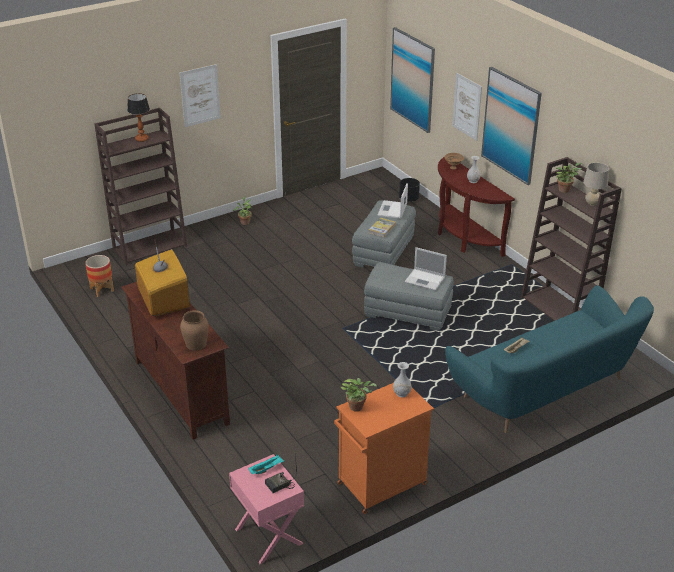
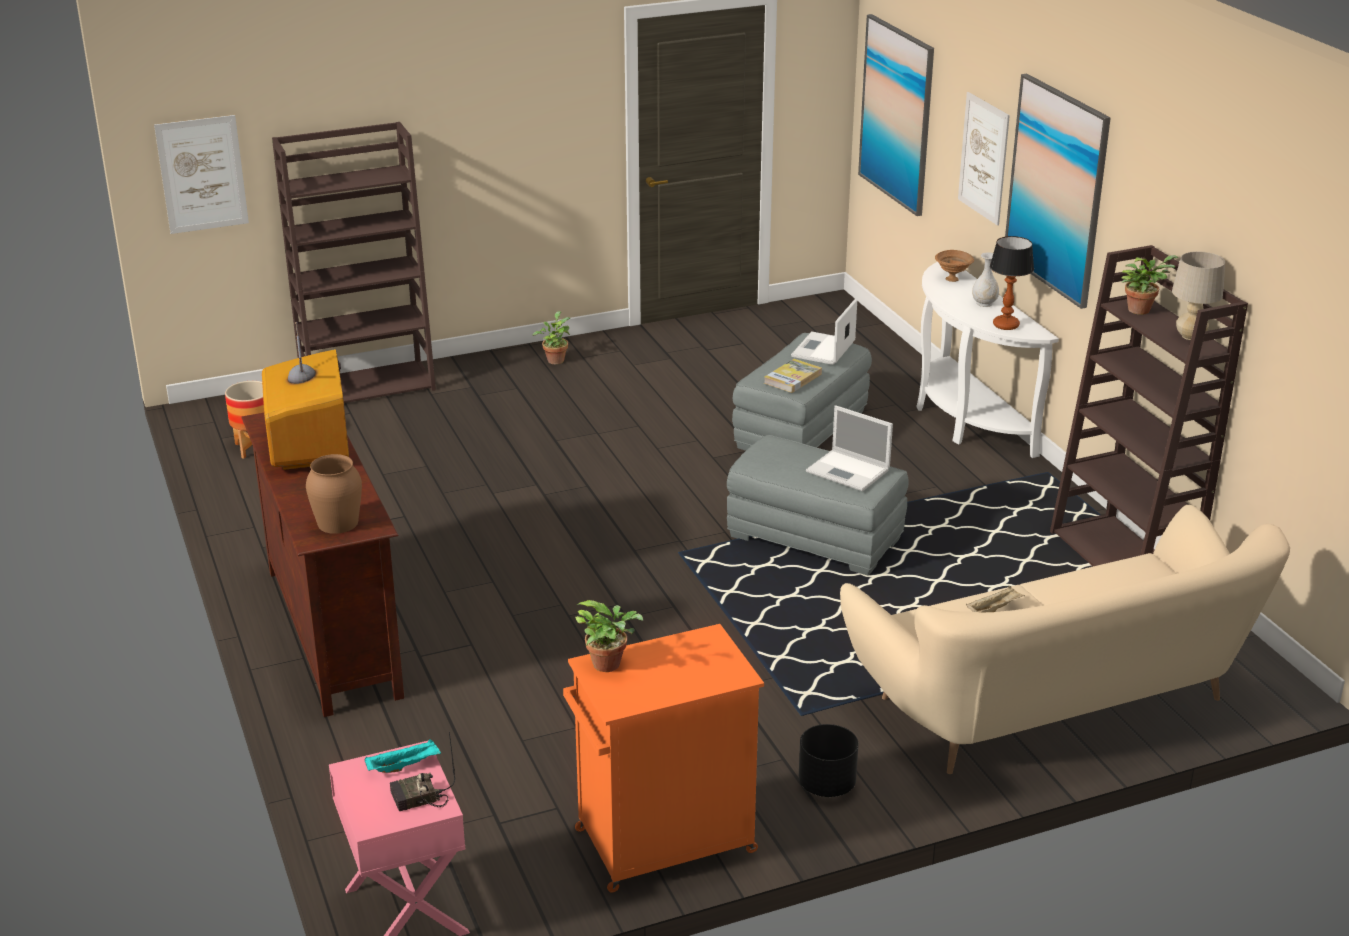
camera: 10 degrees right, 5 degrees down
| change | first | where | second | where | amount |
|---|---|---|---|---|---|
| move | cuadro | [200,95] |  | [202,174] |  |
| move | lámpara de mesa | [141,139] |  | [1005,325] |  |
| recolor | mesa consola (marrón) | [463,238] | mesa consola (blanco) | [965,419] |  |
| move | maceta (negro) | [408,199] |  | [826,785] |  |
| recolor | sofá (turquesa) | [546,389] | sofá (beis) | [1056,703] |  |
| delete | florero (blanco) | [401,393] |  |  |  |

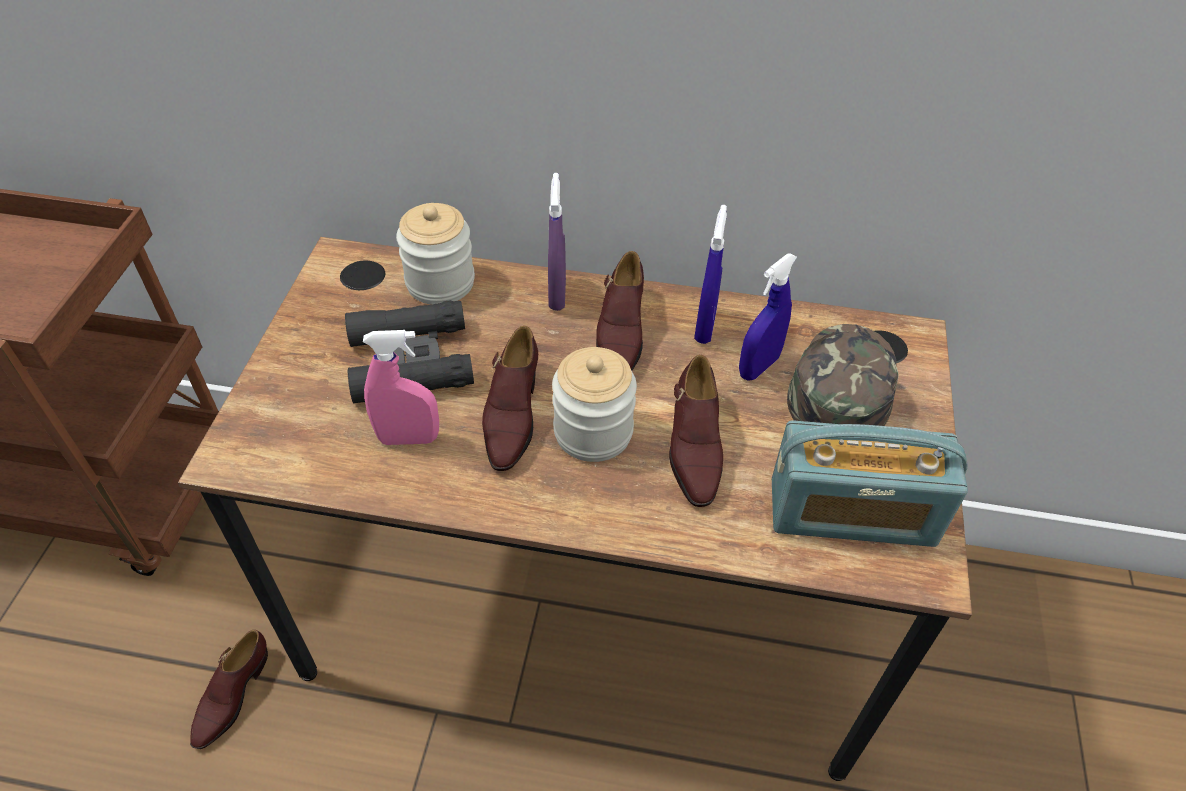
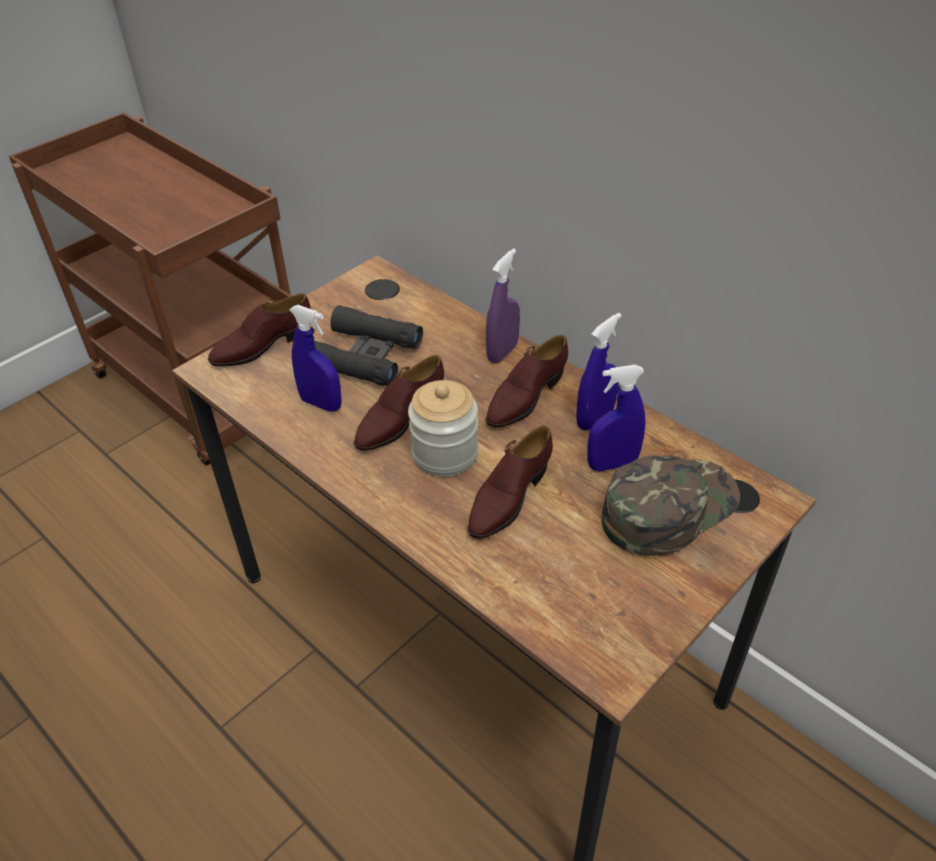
camera: 35 degrees right, 5 degrees down
| change | first | where | second | where | amount |
|---|---|---|---|---|---|
| delete | tarro | [440,282] |  |  |  |
| recolor | pulverizador (rosa) | [409,438] | pulverizador (azul) | [321,403] |  |
| delete | radio | [852,513] |  |  |  |
| move | zapato (marrón) | [231,696] |  | [262,345] |  |

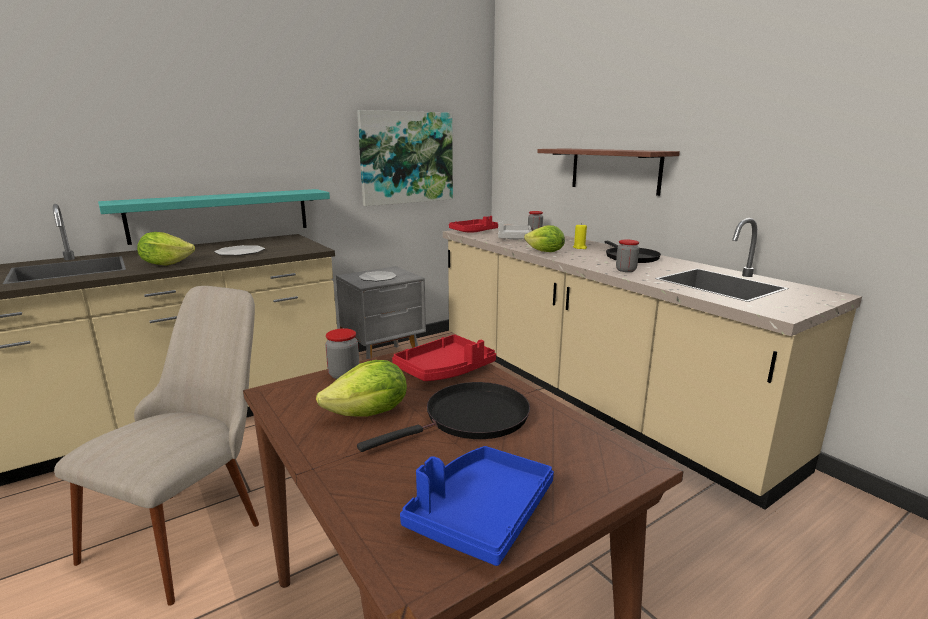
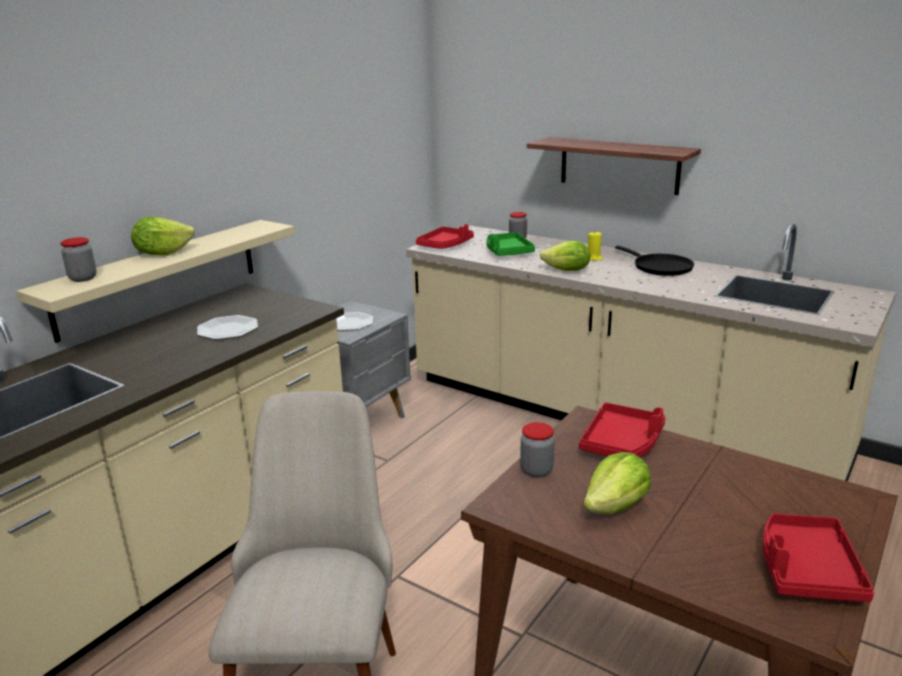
camera: 20 degrees left, 5 degrees up
| change | first | where | second | where | amount |
|---|---|---|---|---|---|
| delete | cuadro | [406,158] |  |  |  |
| recolor | estante (turquesa) | [221,215] | estante (beis) | [159,277] |  |
| recolor | bandeja (gris) | [514,238] | bandeja (verde) | [507,252] |  |
| move | lechuga | [166,264] |  | [162,253] |  |
| move | tarro | [626,270] |  | [83,278] |  |
| delete | sartén (negro) | [471,419] |  |  |  |
| recolor | bandeja (azul) | [480,514] | bandeja (rojo) | [806,569] |  |

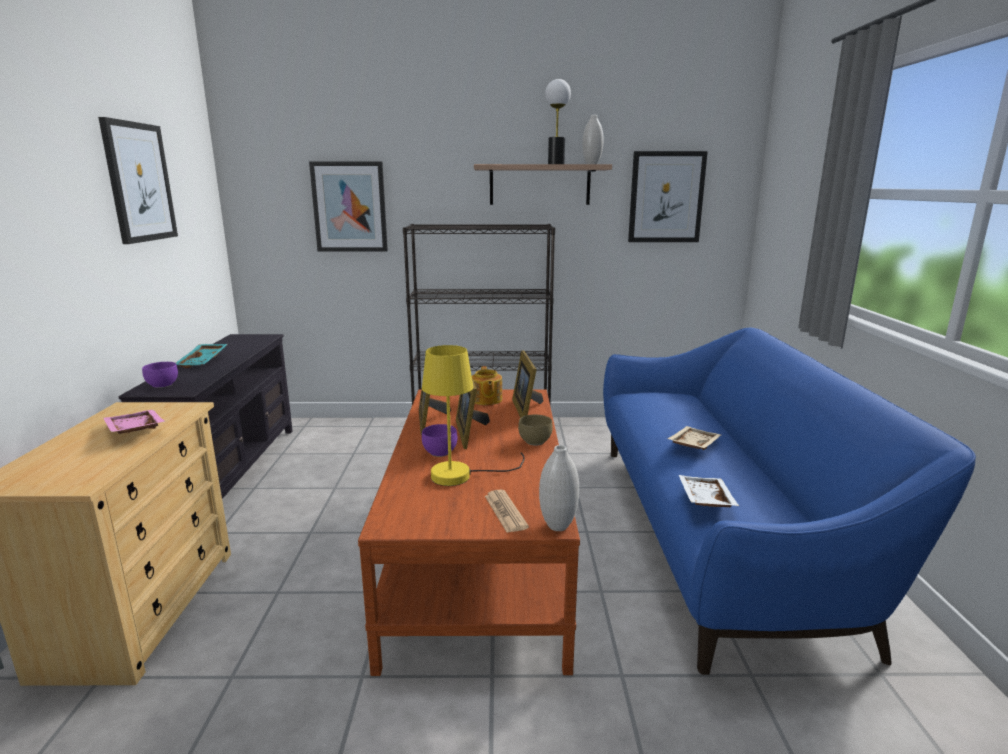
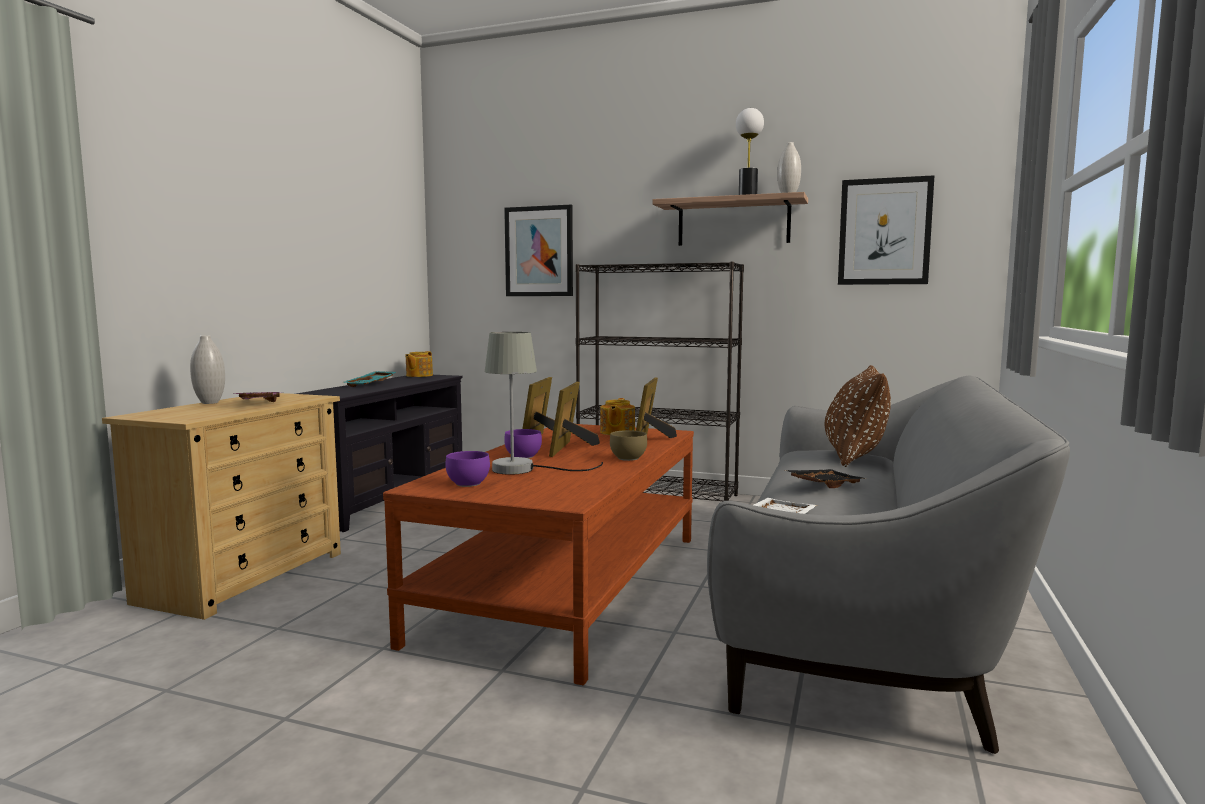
camera: 20 degrees right, 10 degrees down
| change | first | where | second | where | amount |
|---|---|---|---|---|---|
| delete | cuadro | [139,182] |  |  |  |
| recolor | sofá (azul) | [718,533] | sofá (gris) | [866,609] |  |
| recolor | lámpara de mesa (amarillo) | [462,474] | lámpara de mesa (gris) | [526,469] |  |
| move | cuenco (morado) | [161,385] |  | [467,483] |  |
| recolor | bandeja (beis) | [692,445] | bandeja (negro) | [823,485] |  |
| move | florero (blanco) | [558,526] |  | [210,403] |  |
| delete | periódico | [505,511] |  |  |  |
| insert |  |  | tetera | [418,375] |  |
| insert |  |  | cojín (marrón) | [854,457] |  |

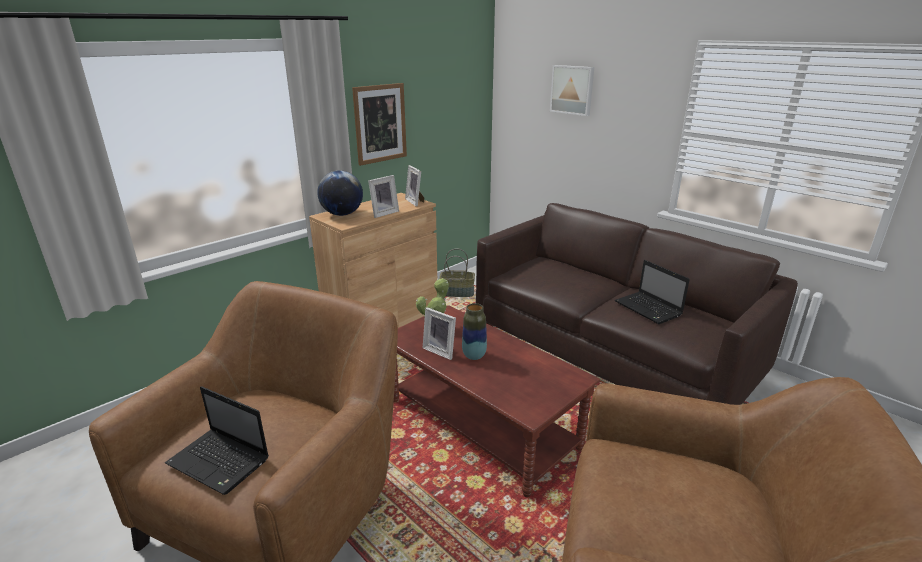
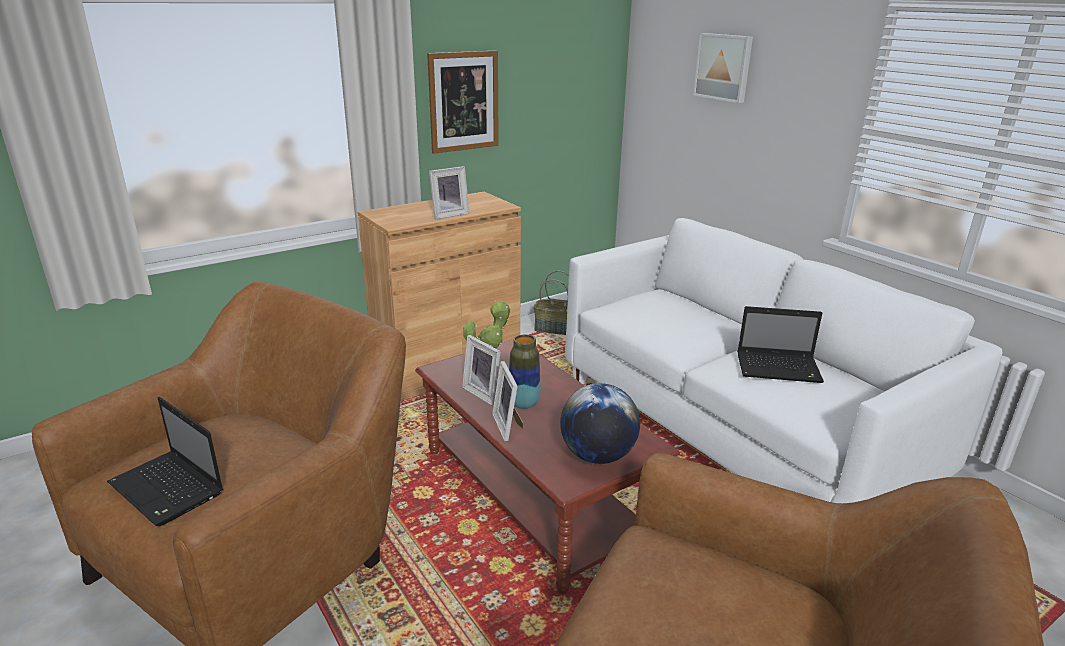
camera: 10 degrees right, 0 degrees up
| change | first | where | second | where | amount |
|---|---|---|---|---|---|
| move | portarretratos | [416,202] |  | [509,426] |  |
| move | globo terráqueo | [342,214] |  | [597,456] |  |
| recolor | sofá (marrón) | [610,355] | sofá (blanco) | [736,429] |  |
| rotate | portátil | [649,309] |  | [780,368] | 60 degrees counterclockwise |

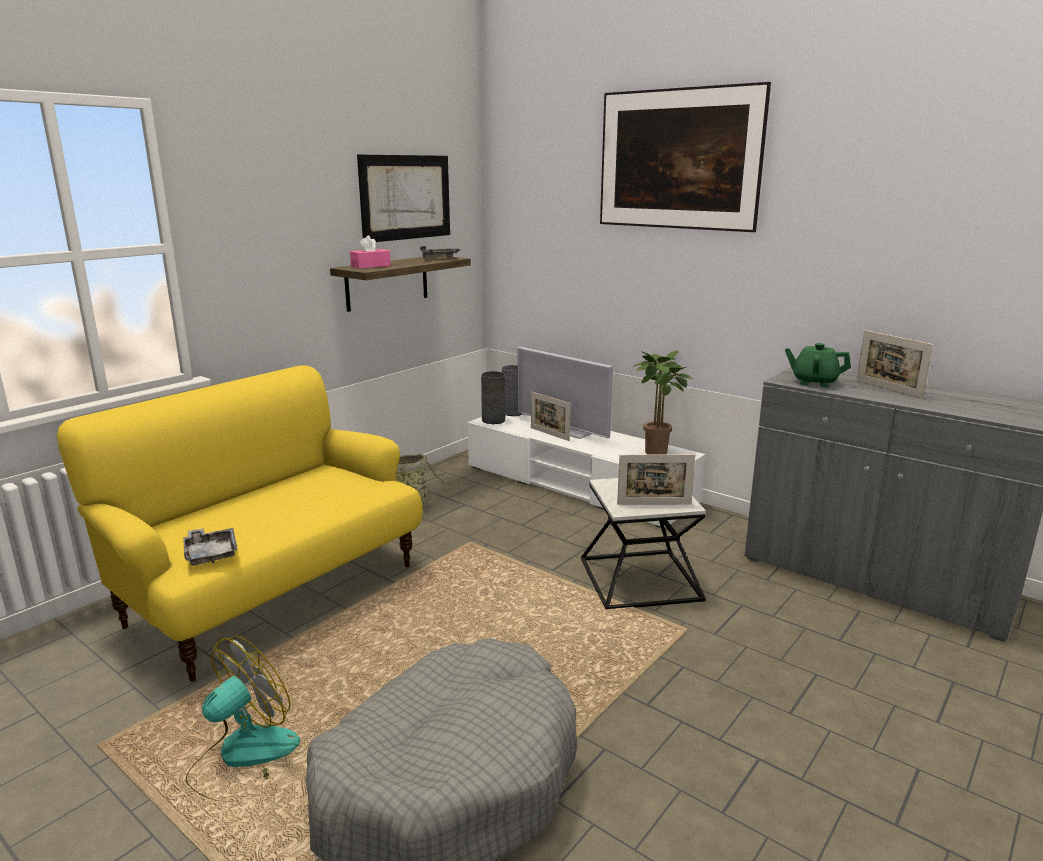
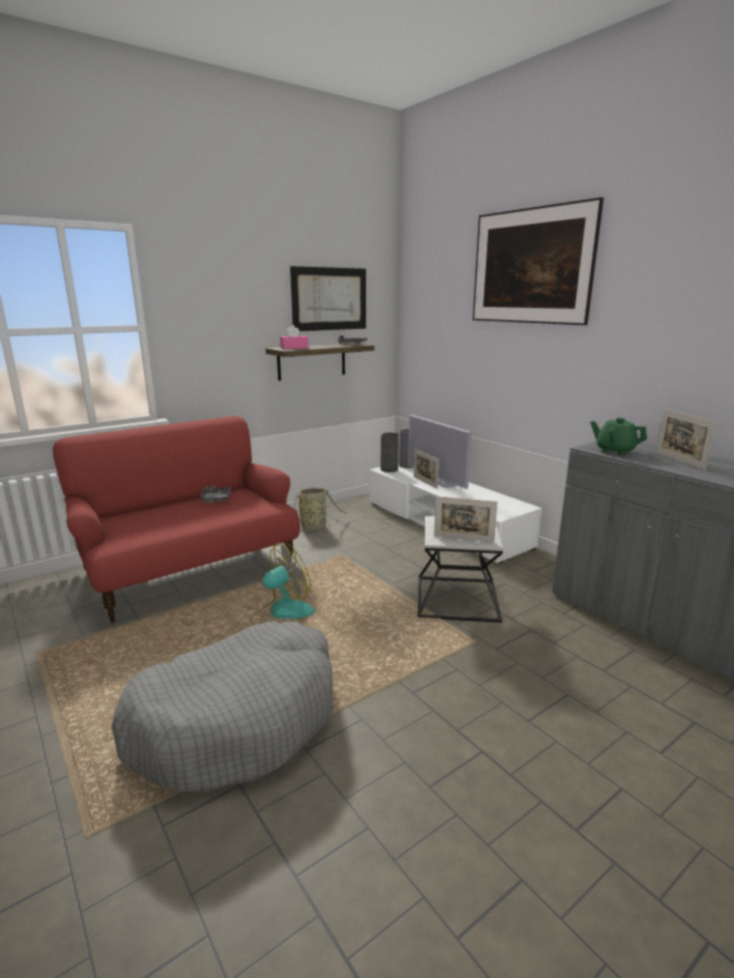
camera: 15 degrees right, 0 degrees up
| change | first | where | second | where | amount |
|---|---|---|---|---|---|
| delete | planta en maceta | [657,453] |  |  |  |
| recolor | sofá (amarillo) | [271,593] | sofá (rojo) | [191,573] |  |
| move | bandeja (gris) | [210,553] |  | [216,499] |  |
| move | ventilador | [243,758] |  | [282,614] |  |

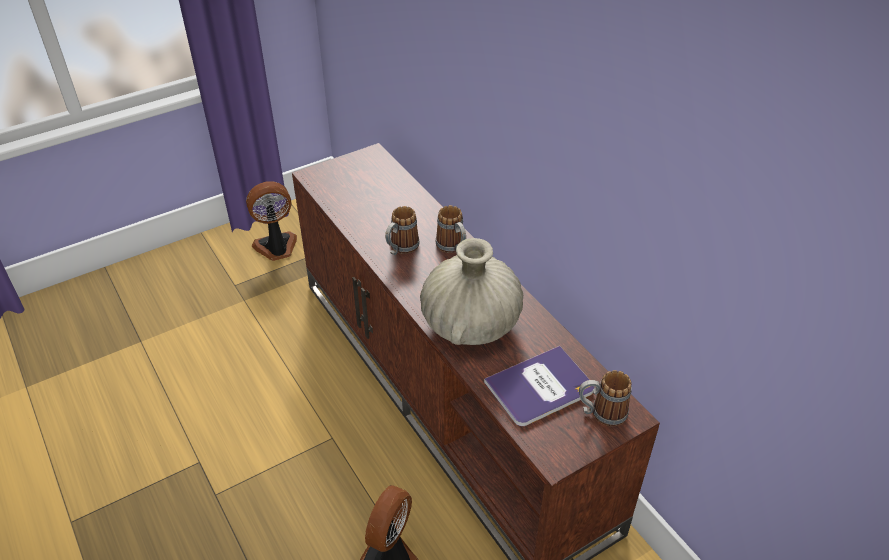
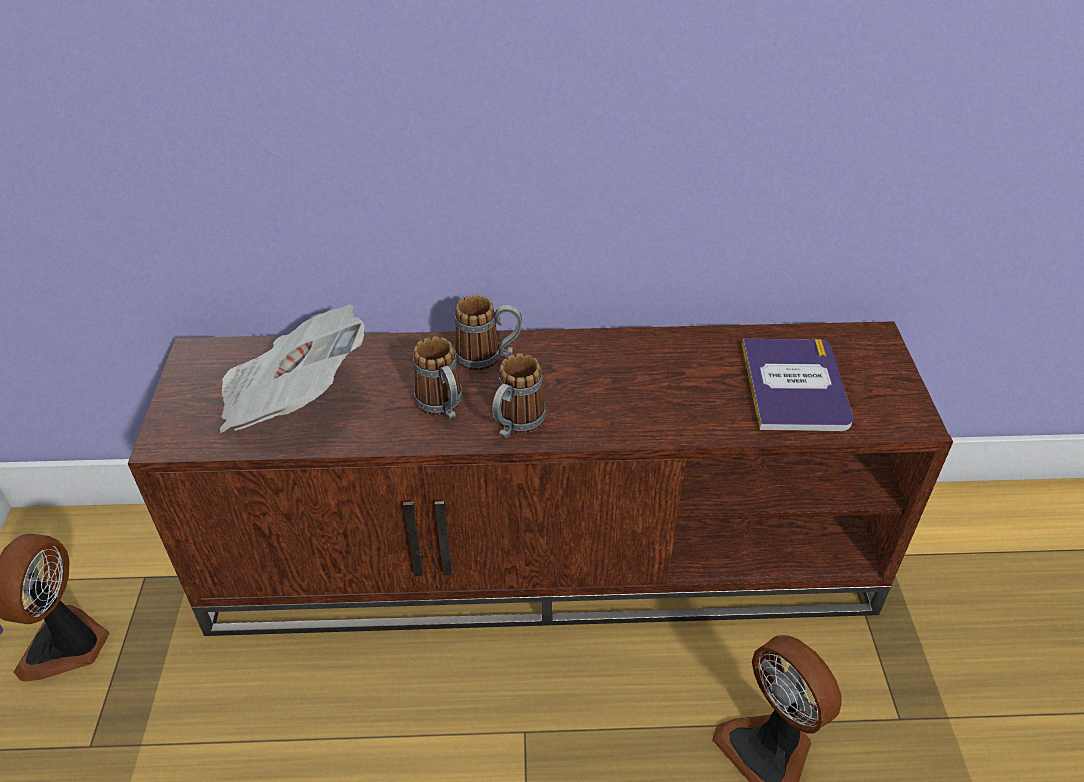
camera: 60 degrees left, 0 degrees up
| change | first | where | second | where | amount |
|---|---|---|---|---|---|
| delete | florero (beis) | [471,324] |  |  |  |
| move | taza grande | [601,413] |  | [515,425] |  |
| insert |  |  | periódico | [293,399] |  |

